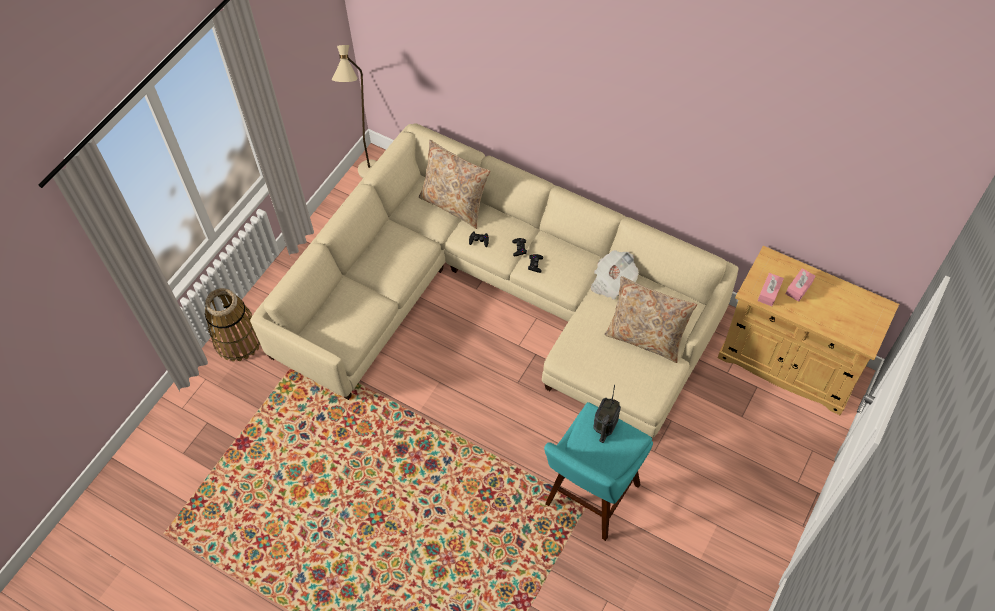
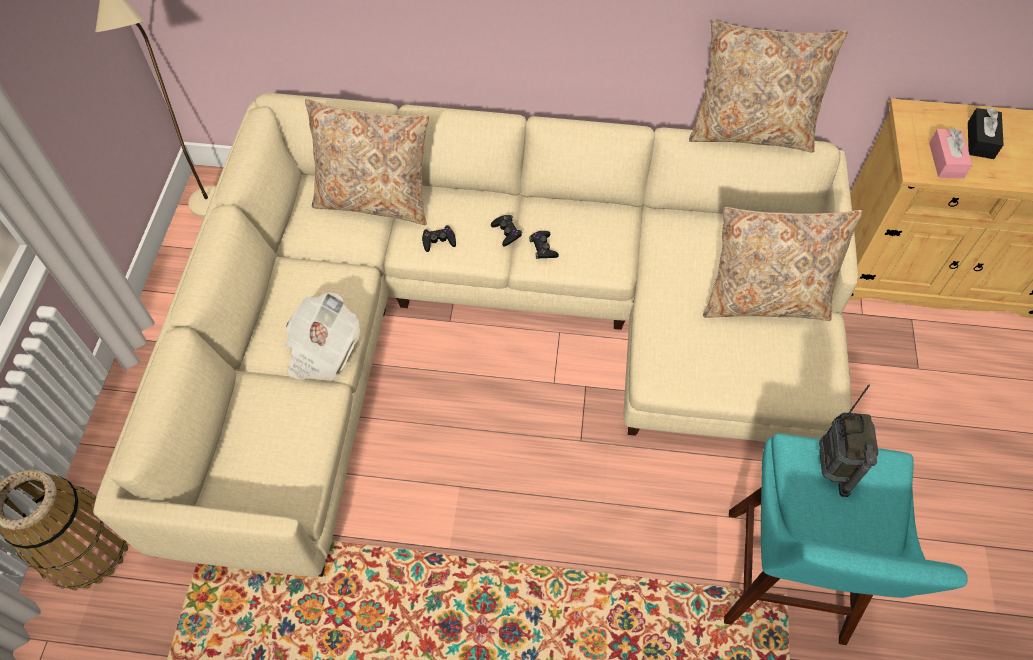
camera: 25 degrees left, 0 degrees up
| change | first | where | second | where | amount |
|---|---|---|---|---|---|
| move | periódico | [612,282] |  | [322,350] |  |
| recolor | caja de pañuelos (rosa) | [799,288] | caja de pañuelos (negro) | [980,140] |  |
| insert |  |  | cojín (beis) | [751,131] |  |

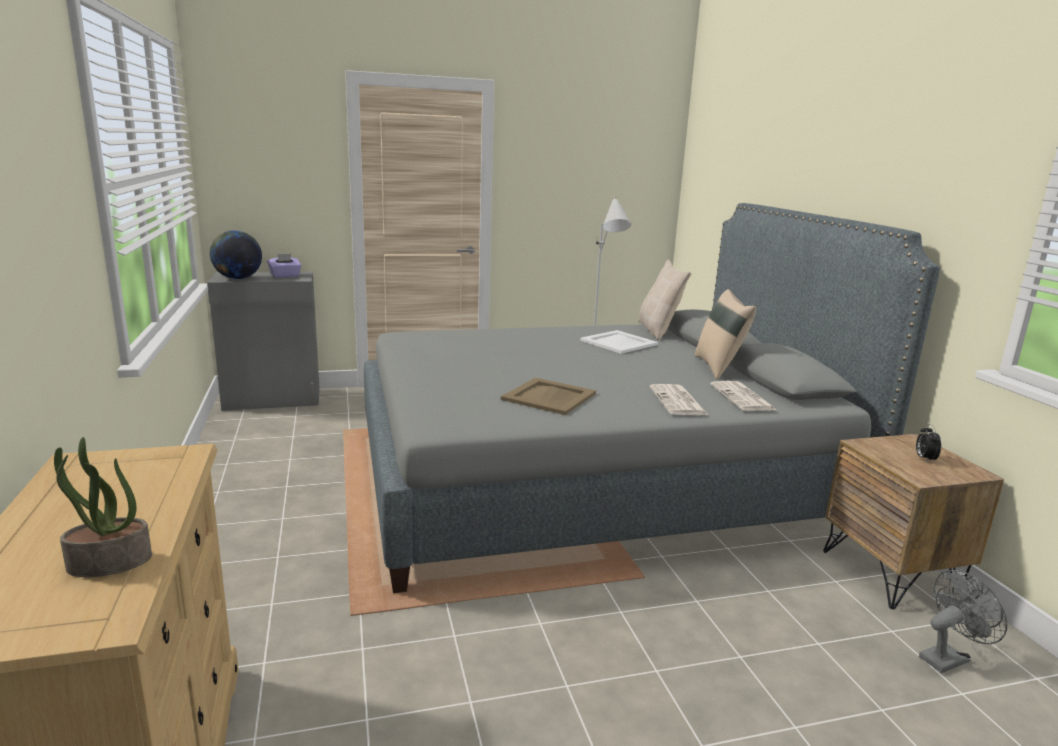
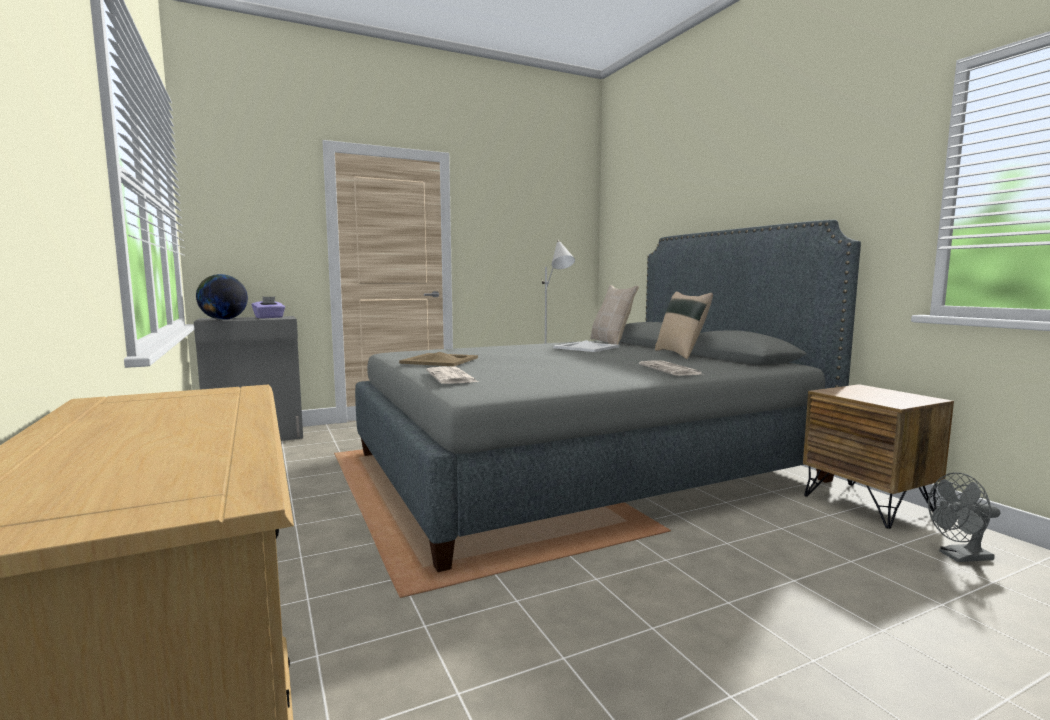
camera: 10 degrees left, 10 degrees down
| change | first | where | second | where | amount |
|---|---|---|---|---|---|
| move | bandeja (beis) | [548,396] |  | [439,360] |  |
| move | periódico | [743,398] |  | [452,377] |  |
| delete | despertador | [924,459] |  |  |  |
| delete | planta en maceta | [108,563] |  |  |  |
| rotate | ventilador (gris) | [948,657] |  | [960,557] | 150 degrees counterclockwise |

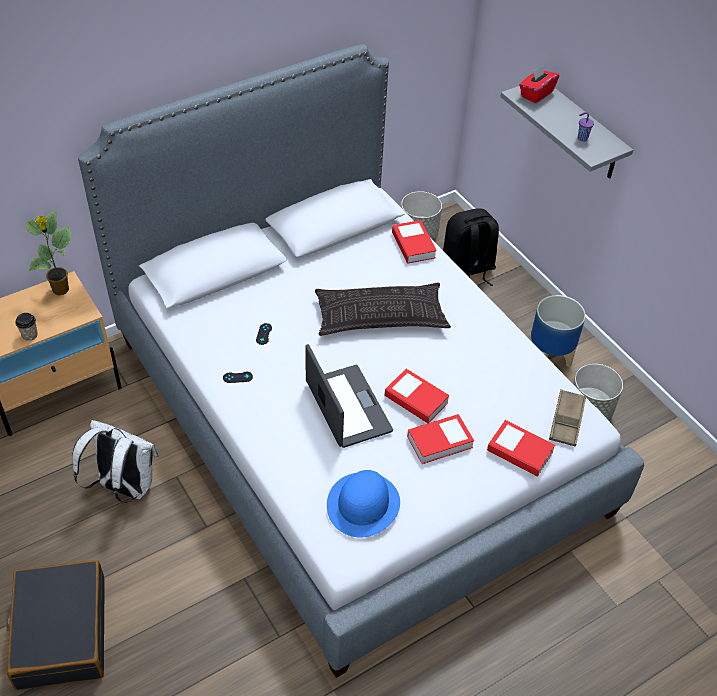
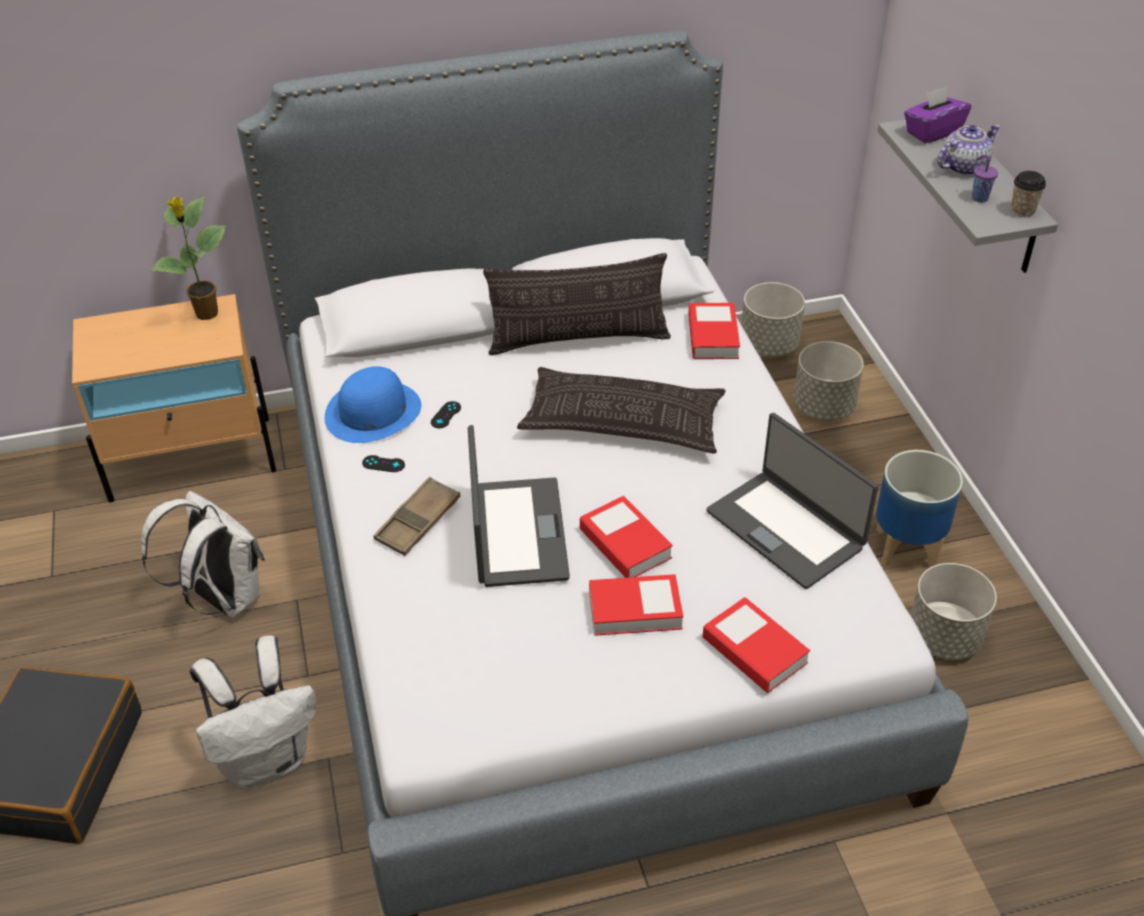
camera: 20 degrees right, 5 degrees down
| change | first | where | second | where | amount |
|---|---|---|---|---|---|
| recolor | caja de pañuelos (rojo) | [536,94] | caja de pañuelos (morado) | [932,132] |  |
| replace | mochila (negro) | [467,271] | maceta (gris) | [823,407] |  |
| move | taza | [30,335] |  | [1022,211] |  |
| move | bandeja (marrón) | [566,421] |  | [418,521] |  |
| move | sombrero (azul) | [363,504] |  | [373,412] |  |
| insert |  |  | tetera | [962,167] |  |
| insert |  |  | cojín | [578,339] |  |
| insert |  |  | portátil | [786,528] |  |
| insert |  |  | mochila (blanco) | [267,759] |  |

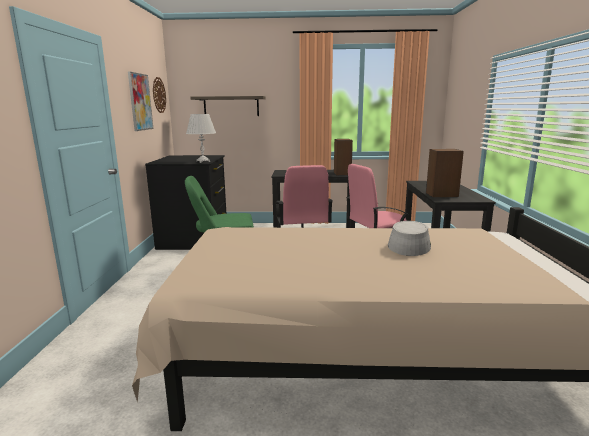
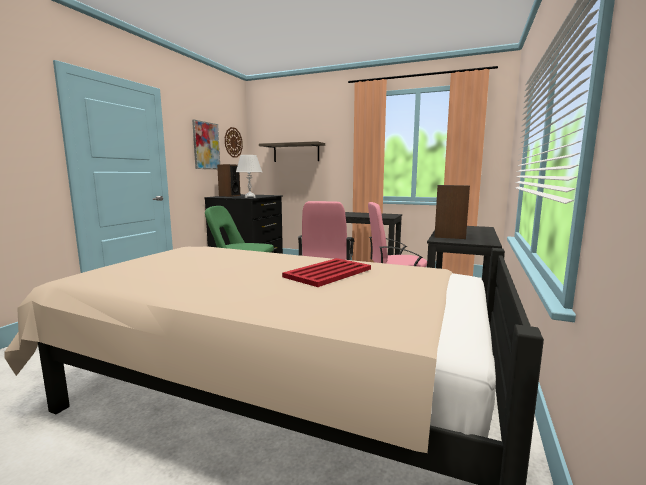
camera: 20 degrees right, 5 degrees down
| change | first | where | second | where | amount |
|---|---|---|---|---|---|
| move | altavoz | [342,173] |  | [229,196] |  |
| replace | sombrero (gris) | [409,245] | bandeja (rojo) | [327,273] |  |

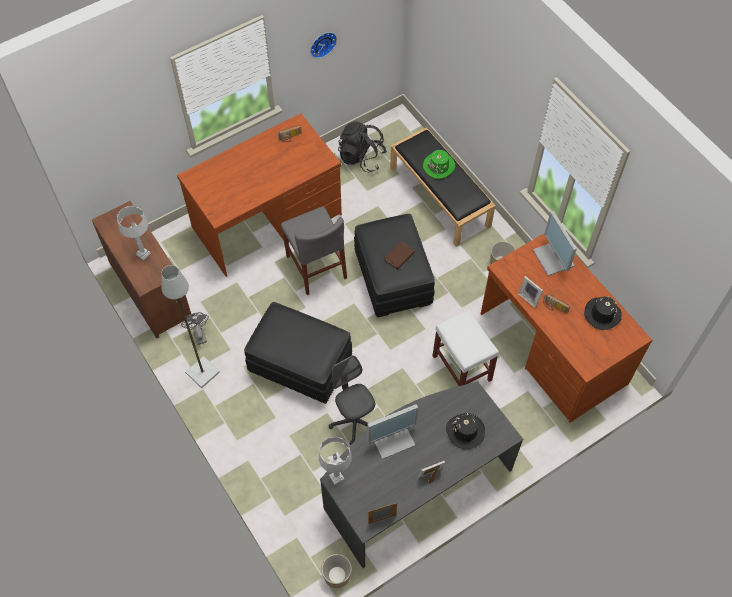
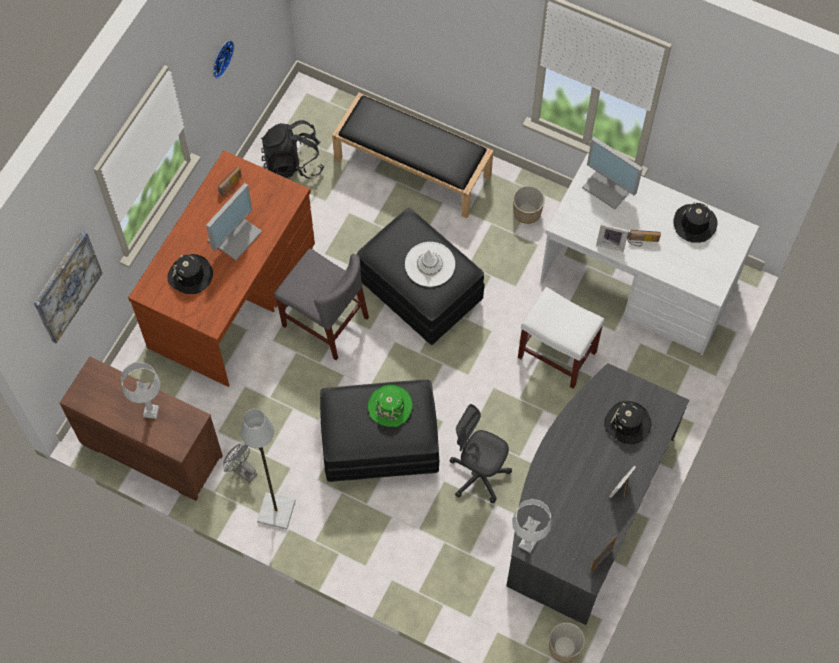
camera: 30 degrees left, 5 degrees up
| change | first | where | second | where | amount |
|---|---|---|---|---|---|
| move | sombrero (verde) | [439,166] |  | [390,406] |  |
| recolor | escritorio (marrón) | [552,349] | escritorio (blanco) | [638,283] |  |
| replace | libro (marrón) | [399,256] | sombrero (blanco) | [430,264] |  |
| move | monitor | [392,437] |  | [234,235] |  |
| insert |  |  | cuadro | [67,286] |  |
| insert |  |  | sombrero (negro) | [190,275] |  |

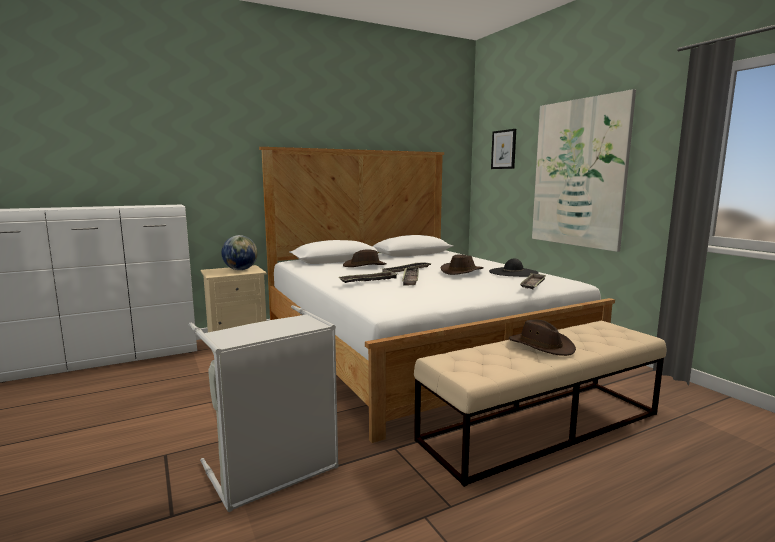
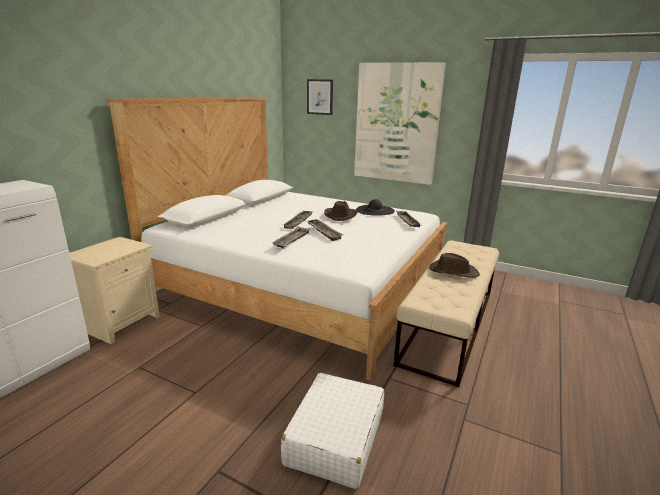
camera: 35 degrees left, 10 degrees up
| change | first | where | second | where | amount |
|---|---|---|---|---|---|
| delete | globo terráqueo | [240,269] |  |  |  |
| delete | sombrero (marrón) | [365,266] |  |  |  |
| replace | cesto de la ropa (gris) | [274,473] | maleta (blanco) | [335,438] |  |

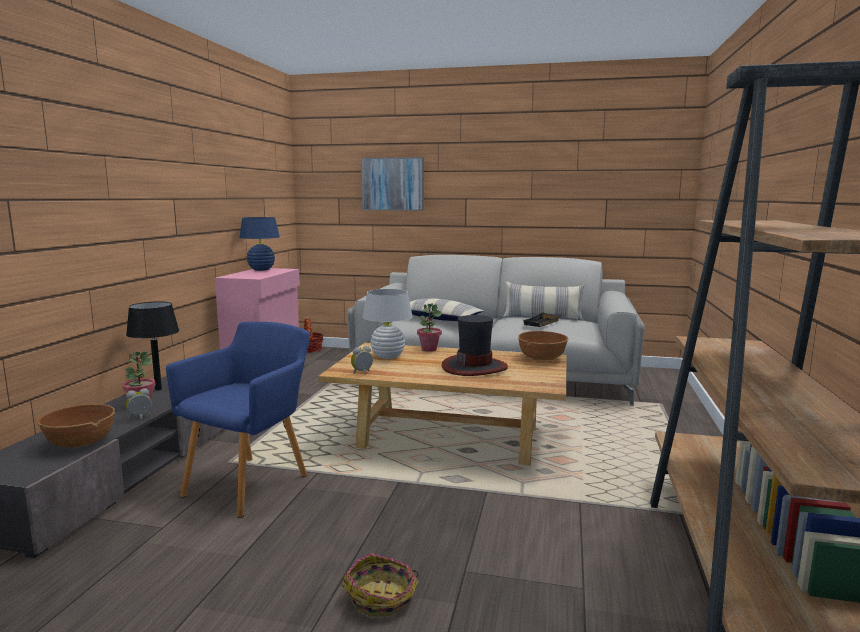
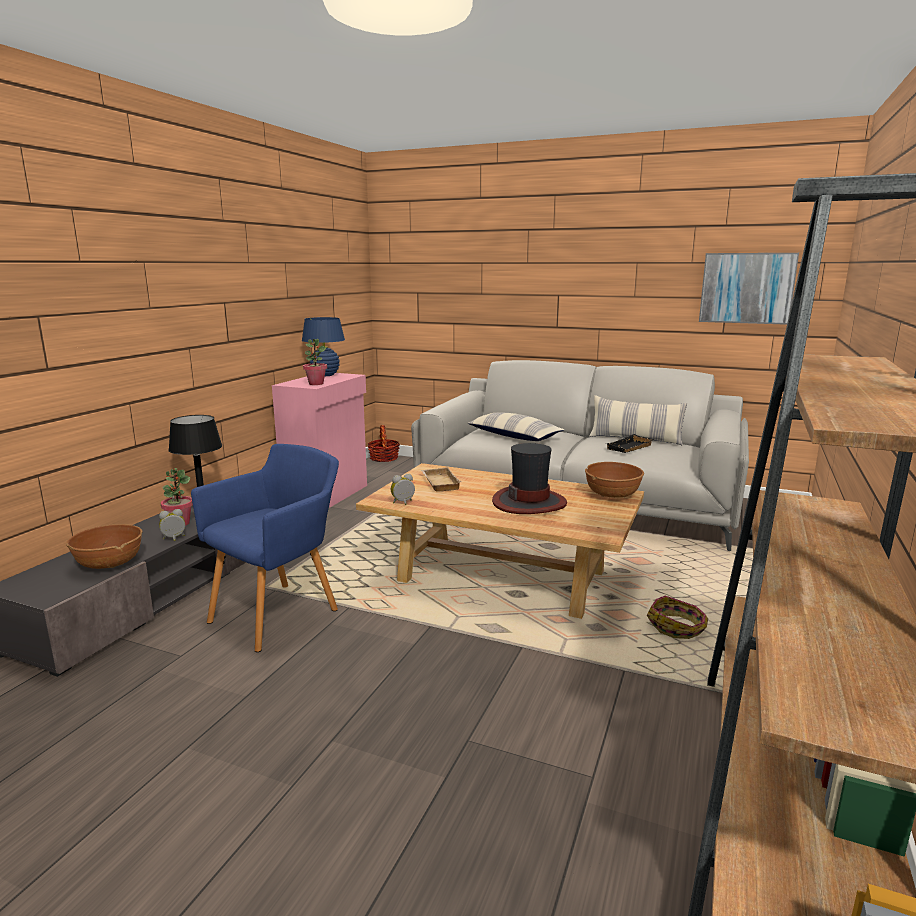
camera: 10 degrees right, 5 degrees up
| change | first | where | second | where | amount |
|---|---|---|---|---|---|
| move | cuadro | [392,184] |  | [746,288] |  |
| replace | lámpara de mesa (blanco) | [387,356] | bandeja (beis) | [439,483] |  |
| move | planta en maceta | [429,349] |  | [316,383] |  |
| move | cesta | [382,597] |  | [677,627] |  |

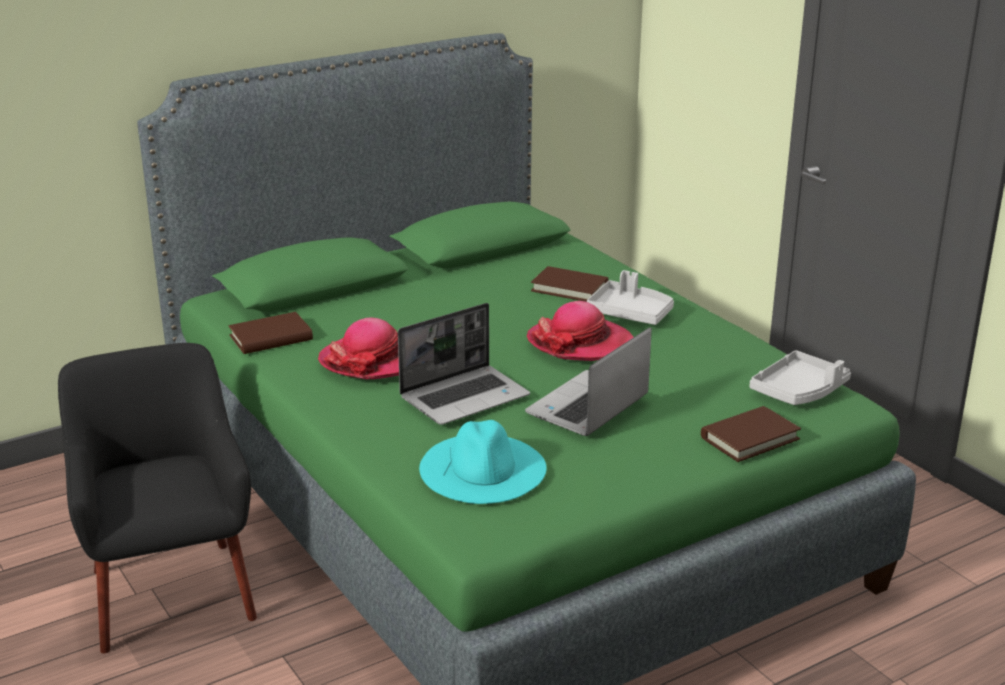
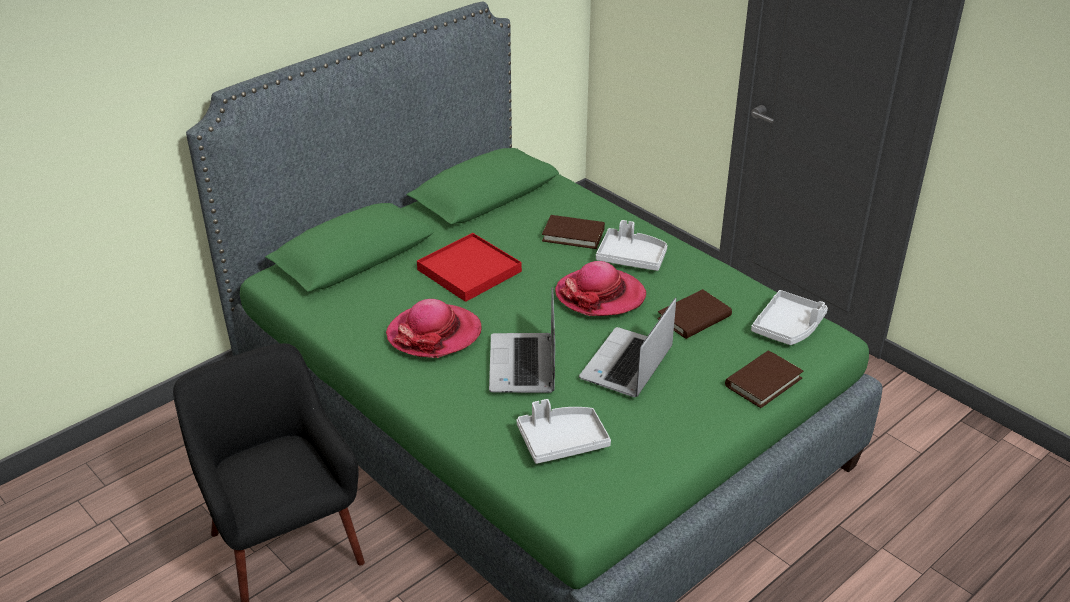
camera: 10 degrees left, 10 degrees up
| change | first | where | second | where | amount |
|---|---|---|---|---|---|
| rotate | portátil | [465,396] |  | [523,366] | 135 degrees clockwise |
| move | libro (marrón) | [271,338] |  | [694,318] |  |
| replace | sombrero (turquesa) | [483,468] | bandeja (gris) | [562,441] |  |
| insert |  |  | bandeja (rojo) | [469,271] |  |

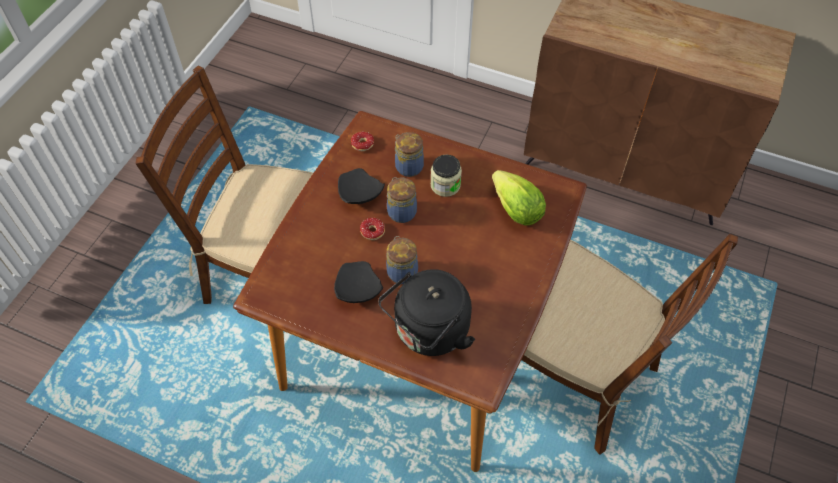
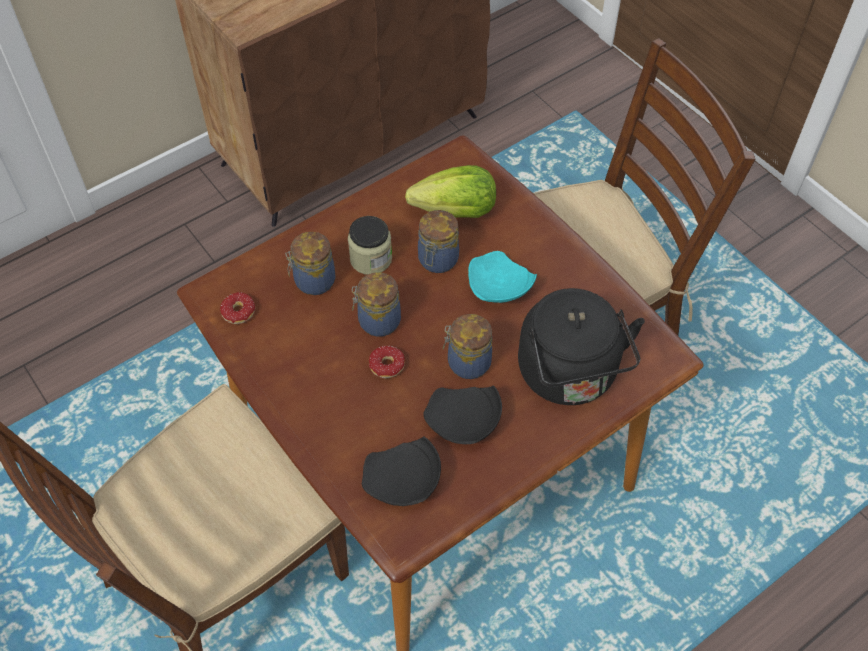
camera: 60 degrees left, 0 degrees up
| change | first | where | second | where | amount |
|---|---|---|---|---|---|
| move | plato (negro) | [359,194] |  | [403,481] |  |
| insert |  |  | tarro | [437,261] |  |
| insert |  |  | plato (turquesa) | [498,288] |  |

